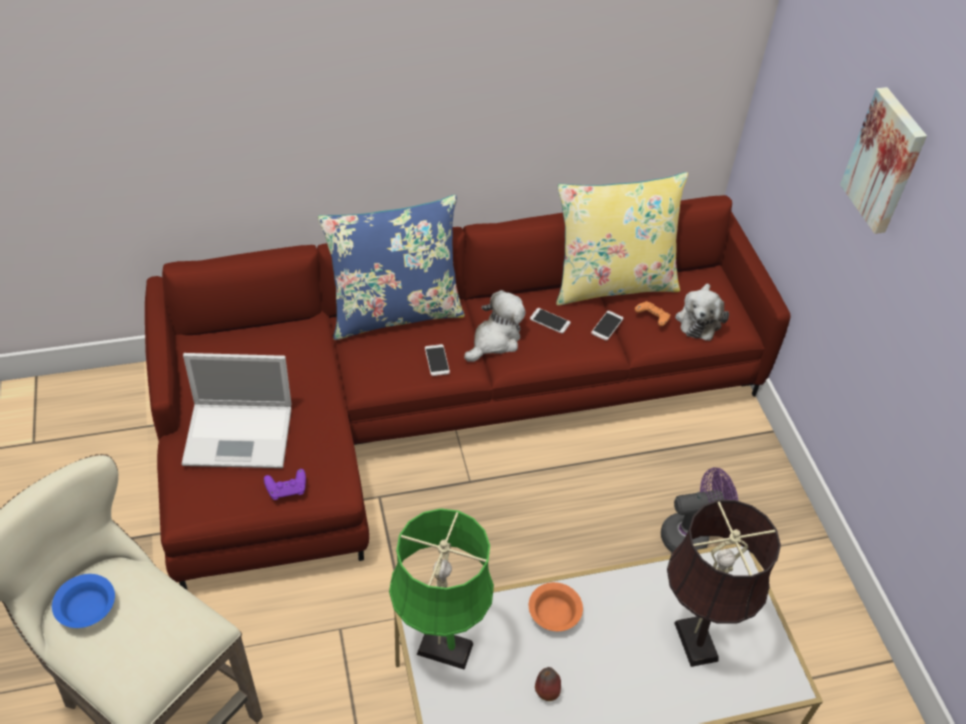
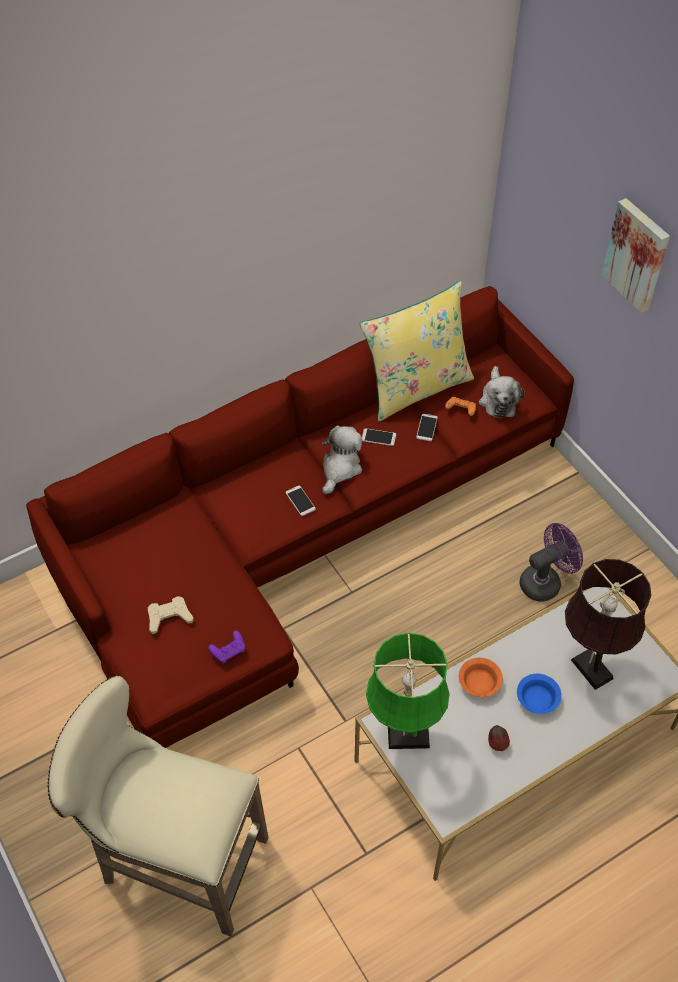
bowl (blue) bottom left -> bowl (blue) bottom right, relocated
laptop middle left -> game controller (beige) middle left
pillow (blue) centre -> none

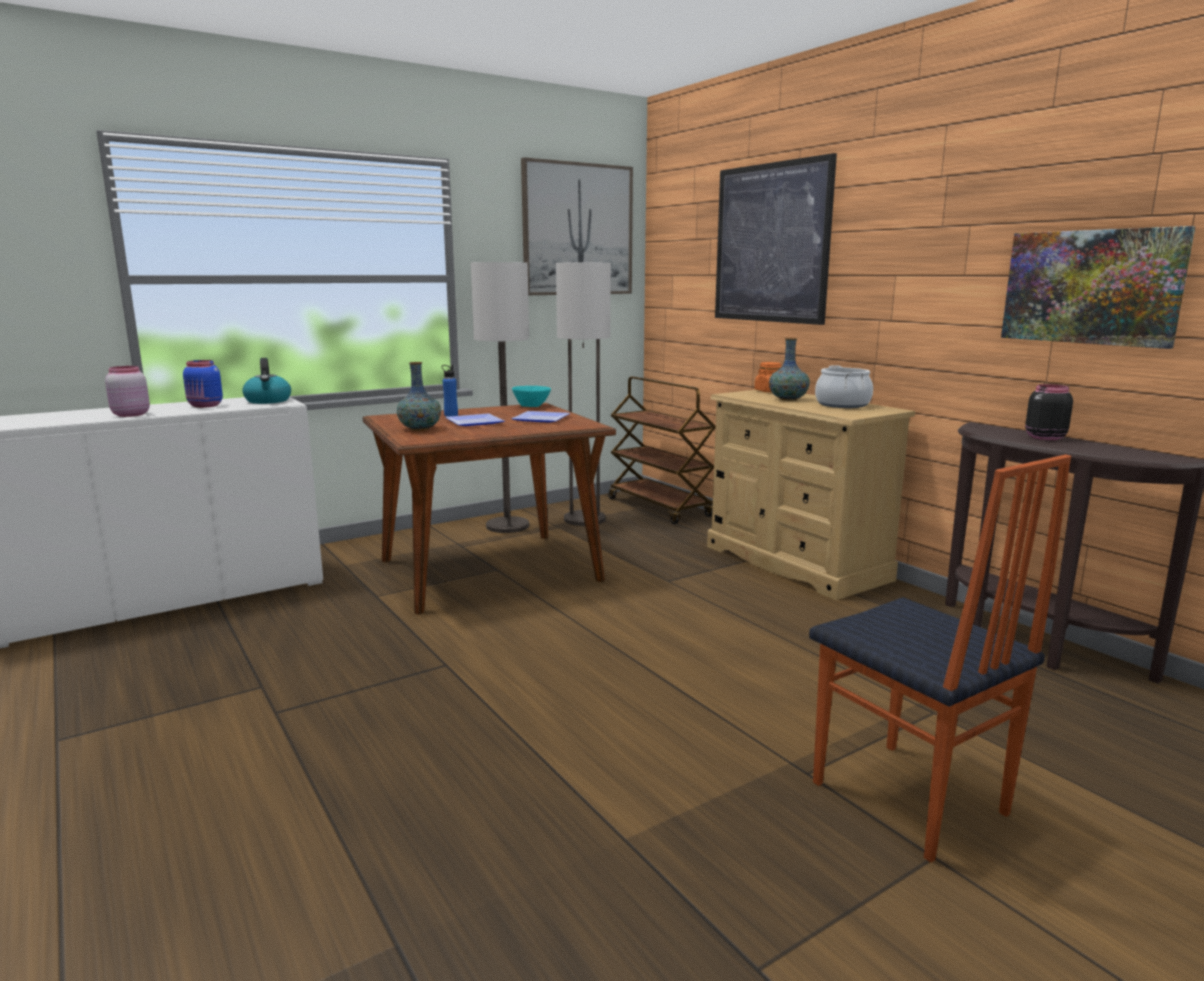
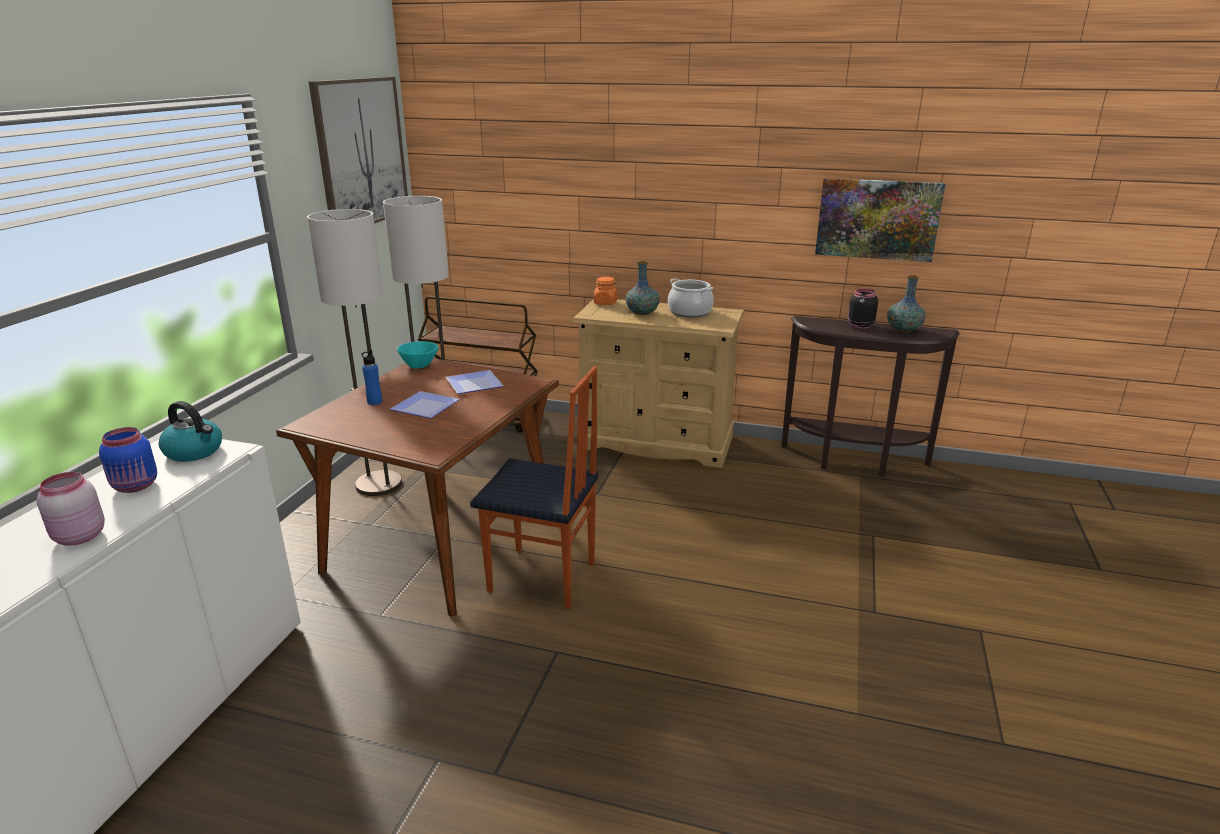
vase (no. 1 from left in the first image) centre -> vase (no. 2 from left) middle right, relocated
picture (no. 2 from left) top centre -> none
chair bottom right -> chair centre, relocated

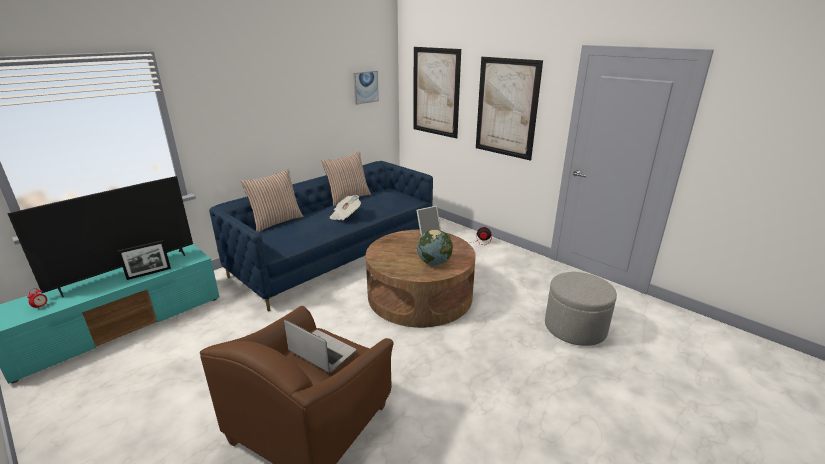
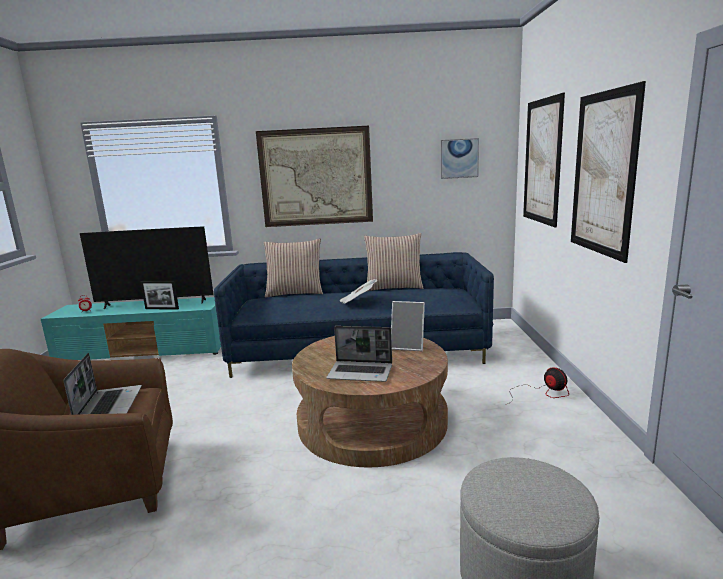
globe centre -> laptop (no. 2 from left) centre
none -> picture (no. 1 from left) top centre

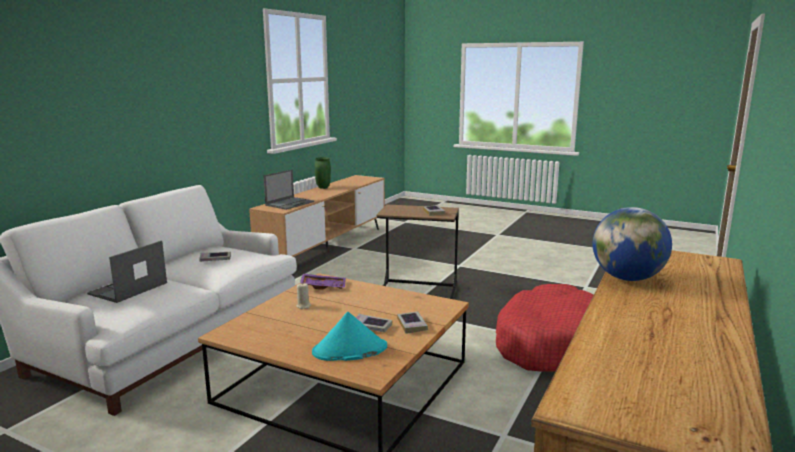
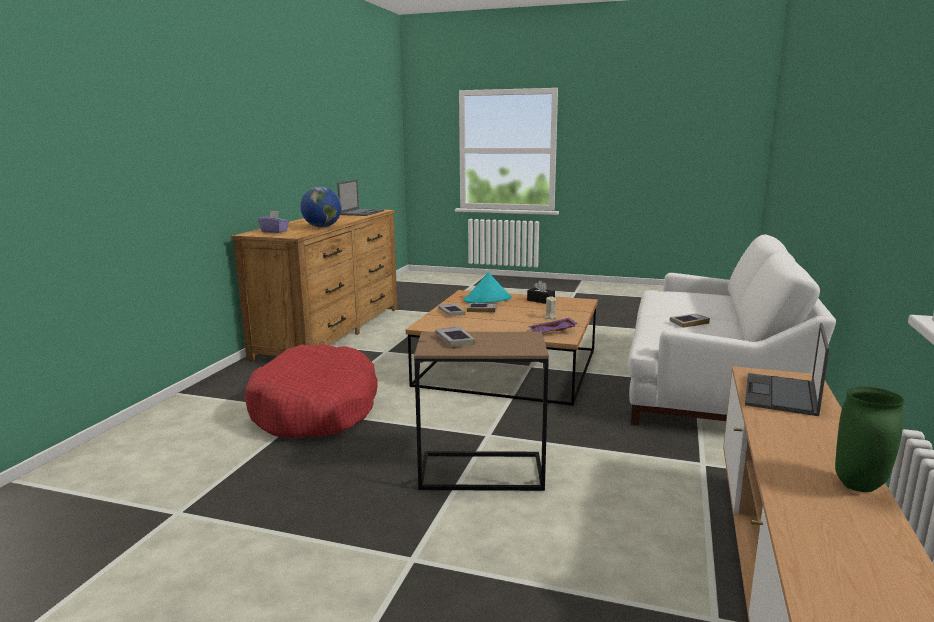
laptop (no. 1 from left) middle left -> laptop (no. 1 from left) top centre, relocated
none -> tissue box (purple) middle left
none -> tissue box (black) centre

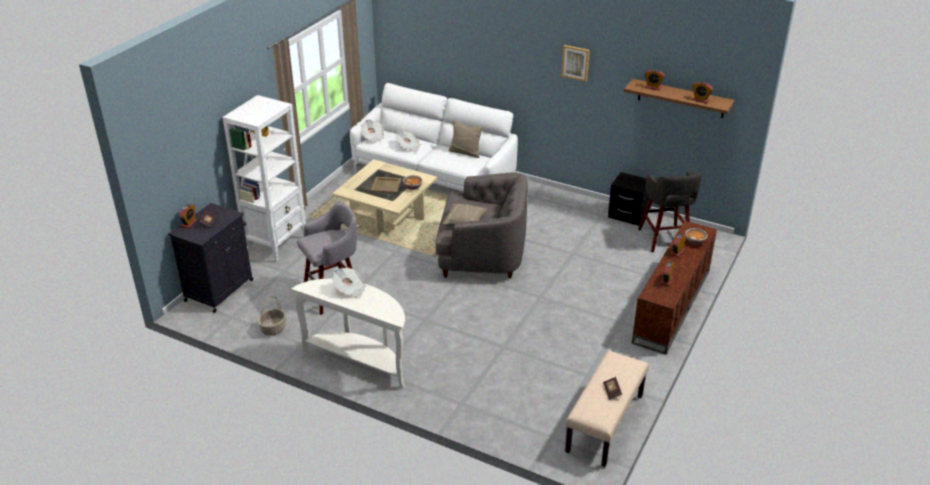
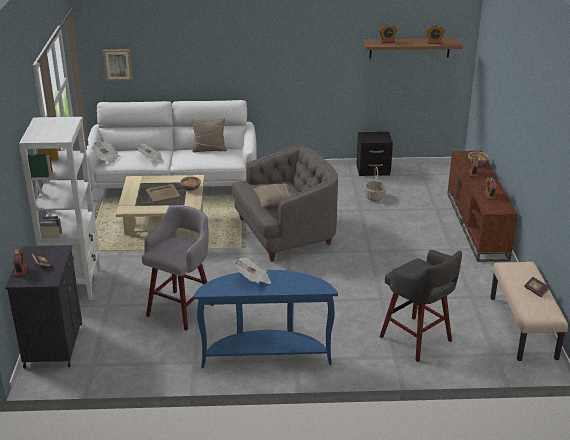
basket middle left -> basket centre, relocated
console table (white) bottom centre -> console table (blue) bottom centre
picture top centre -> picture top left, relocated
stool (grey) (no. 2 from left) middle right -> stool (grey) (no. 2 from left) bottom right, relocated

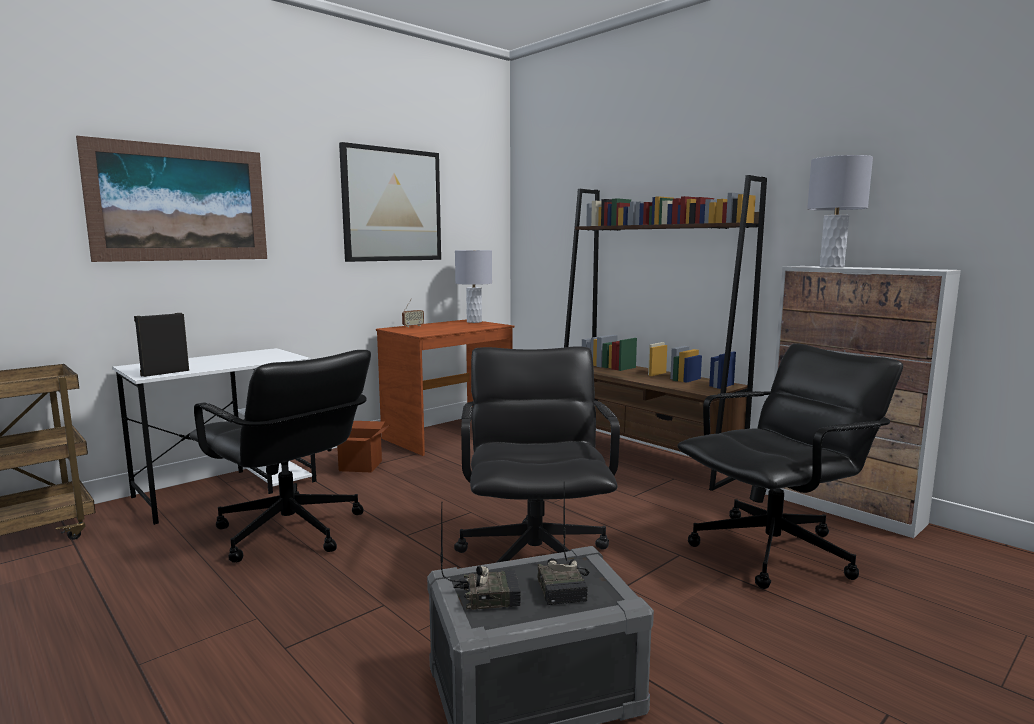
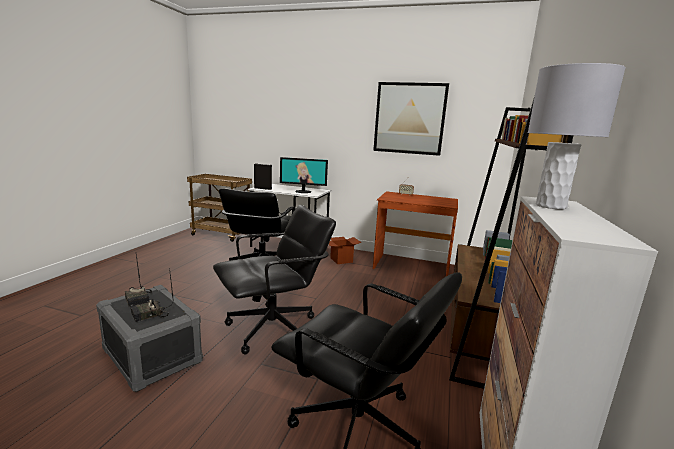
picture (no. 1 from left) top left -> none
table lamp (grey) (no. 1 from left) centre -> none
none -> monitor centre

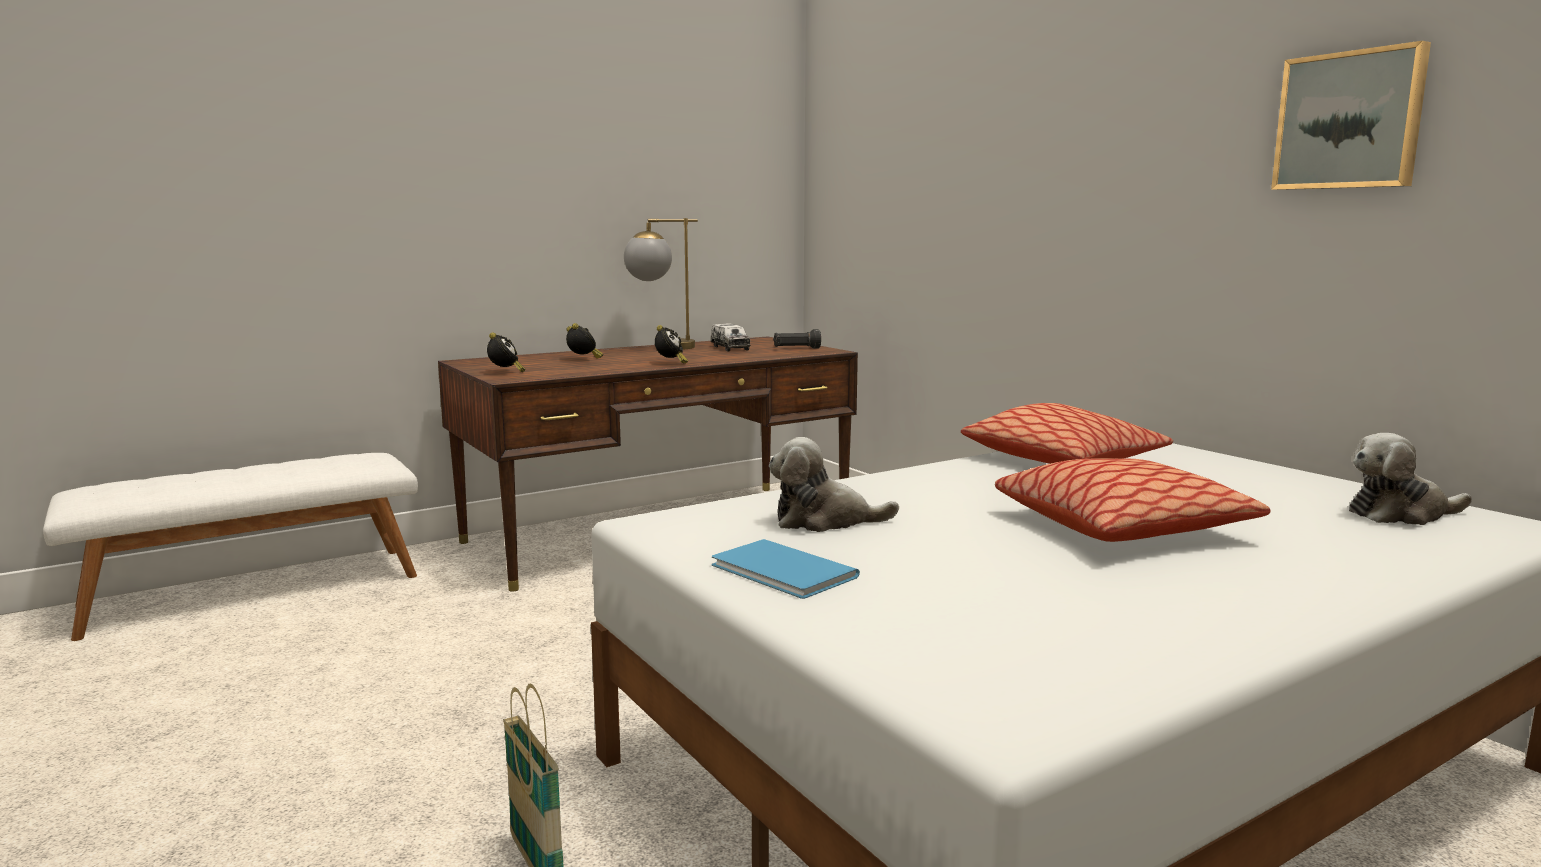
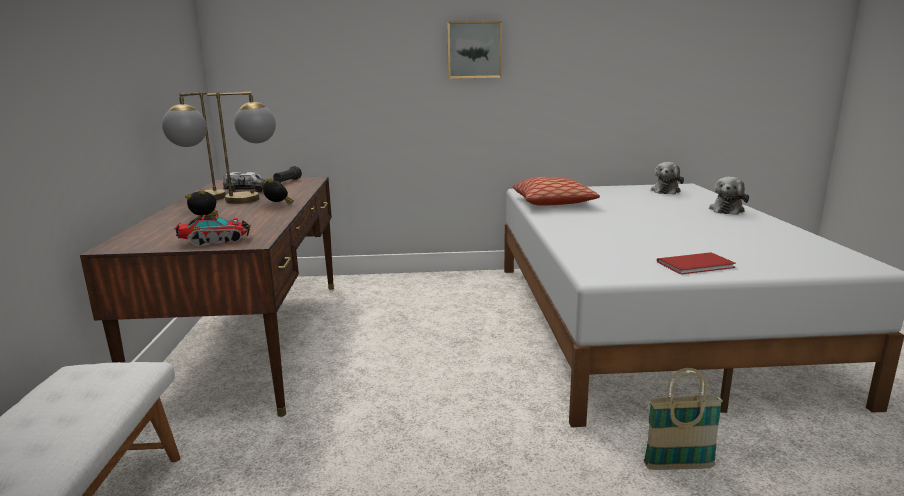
alarm clock (no. 1 from left) middle left -> toy truck (no. 1 from left) middle left
book (blue) centre -> book (red) middle right
plush toy (no. 1 from left in the first image) centre -> plush toy (no. 2 from left) middle right, relocated
pillow (no. 2 from left) middle right -> none
picture top right -> picture top centre, relocated
none -> table lamp (no. 2 from left) top left

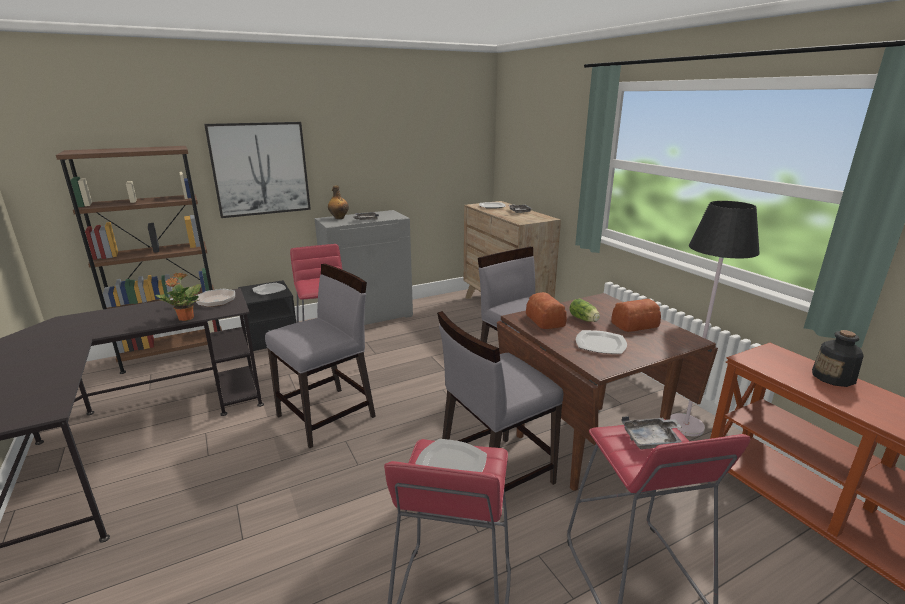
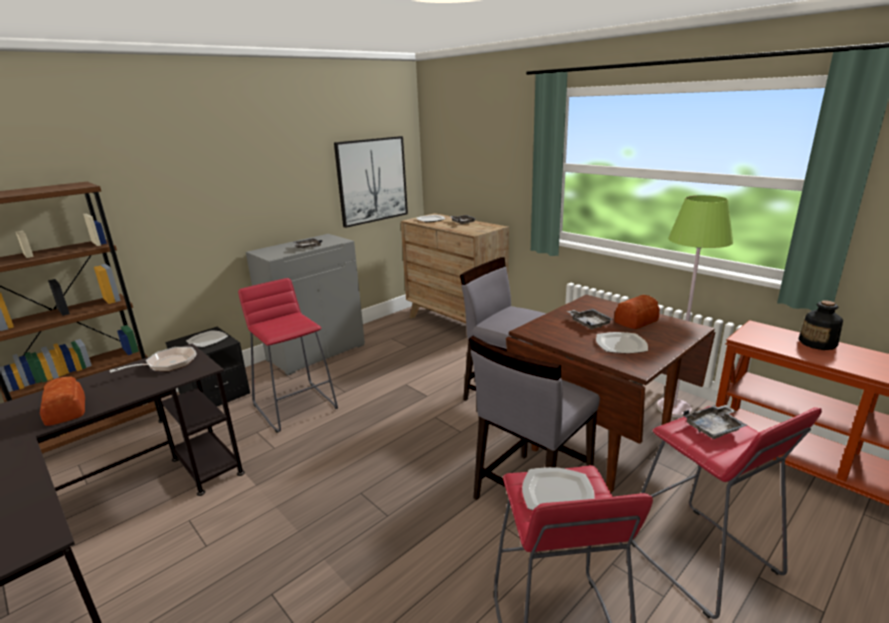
potted plant middle left -> none
picture top left -> picture top centre, relocated
chair (grey) (no. 1 from left) centre -> none
bottle (no. 1 from left) centre -> none
bread (no. 1 from left) centre -> bread (no. 1 from left) middle left, relocated
lettuce centre -> tray (grey) (no. 3 from left) centre
floor lamp (black) middle right -> floor lamp (green) middle right

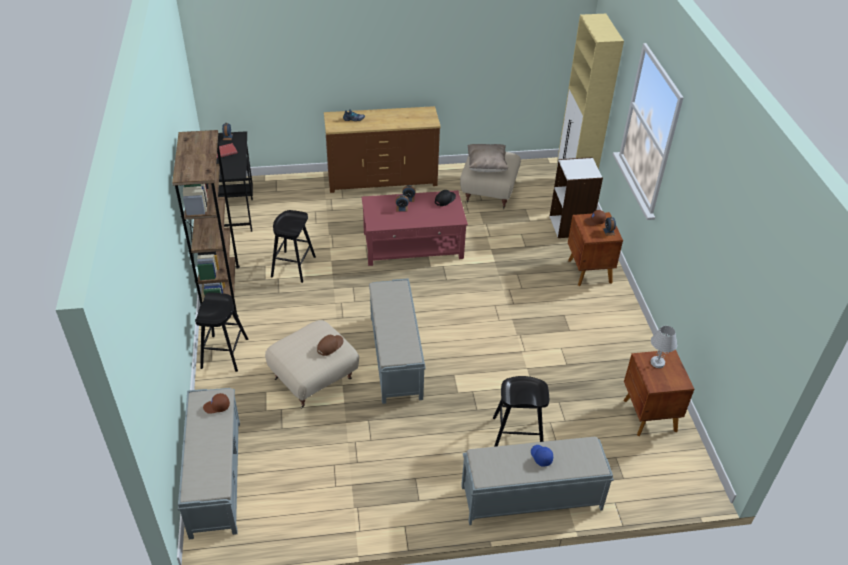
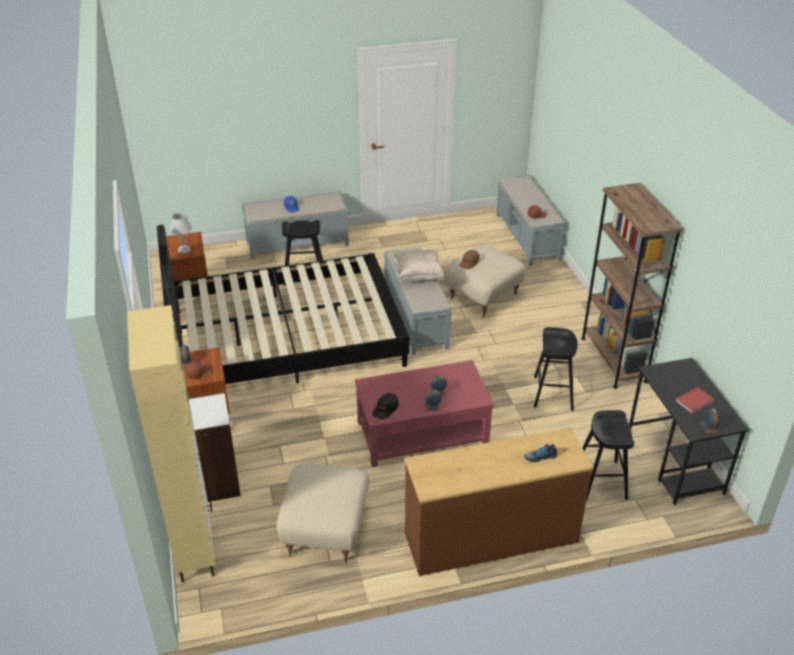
stool (black) (no. 1 from left in the first image) middle left -> stool (black) (no. 3 from left) bottom right, relocated
pillow (beige) top centre -> pillow (beige) centre, relocated
none -> bed (black) centre

